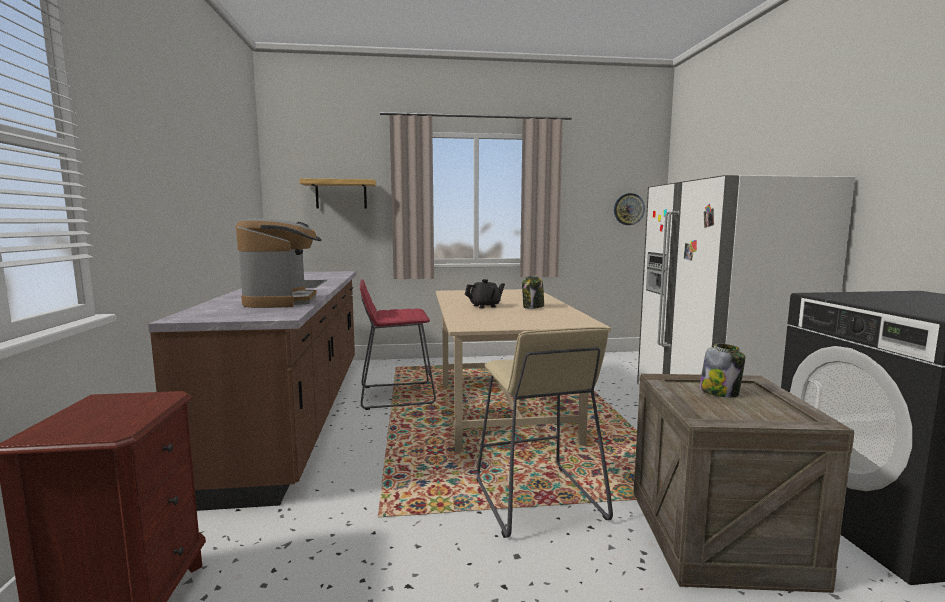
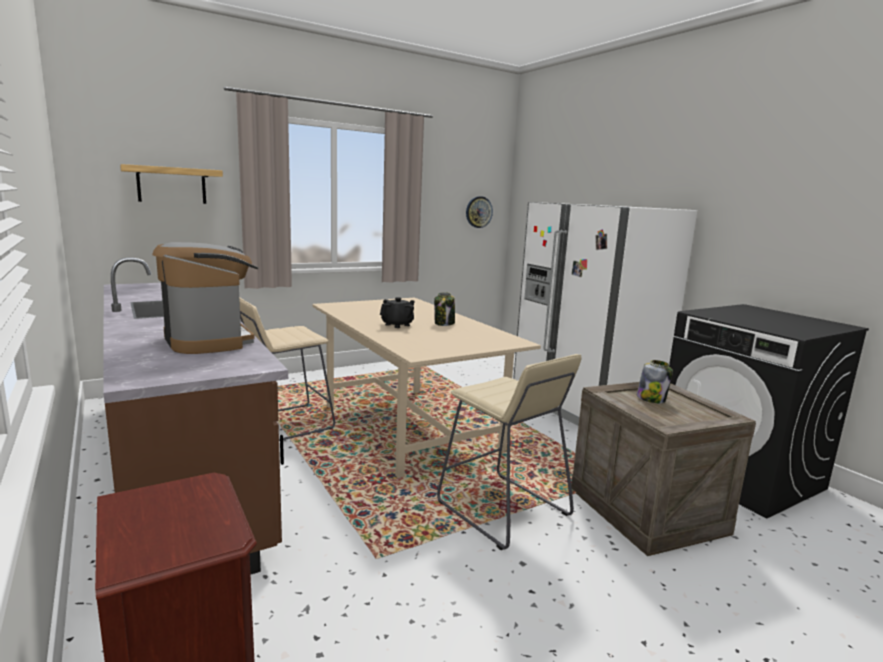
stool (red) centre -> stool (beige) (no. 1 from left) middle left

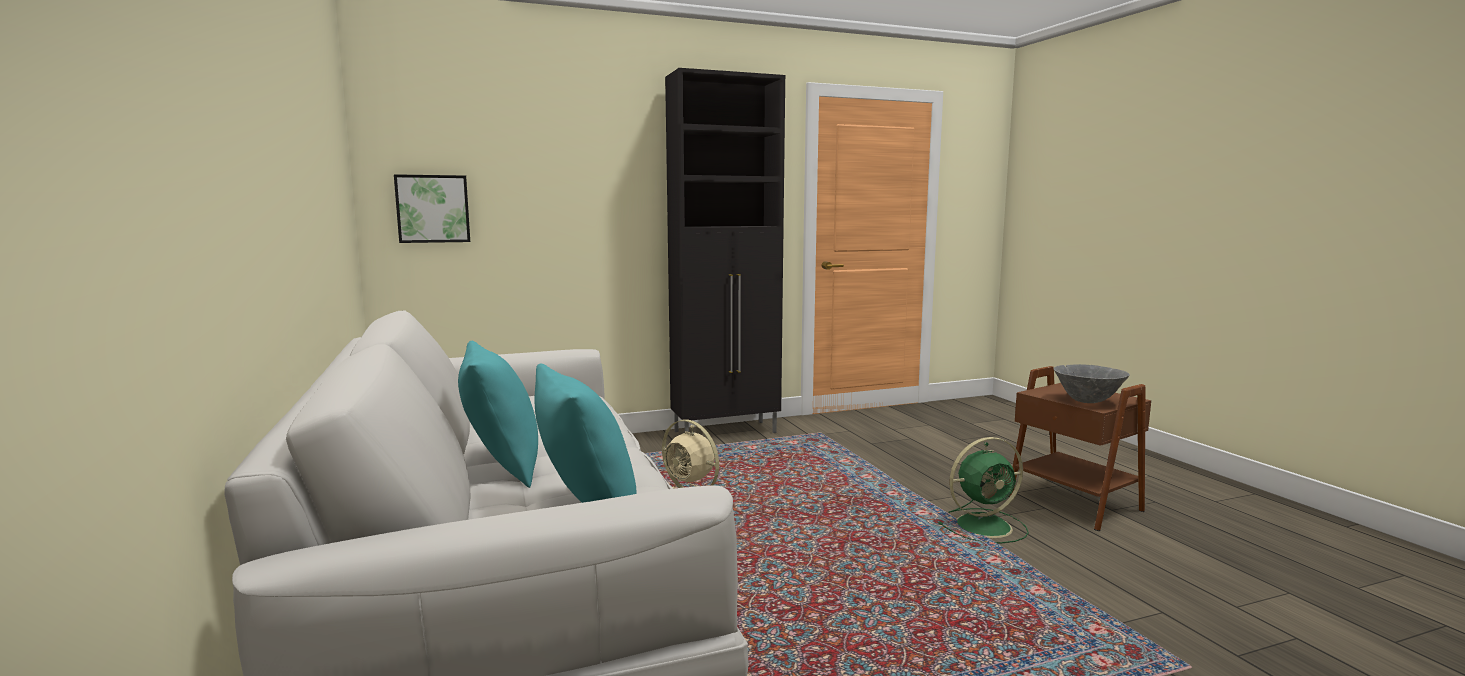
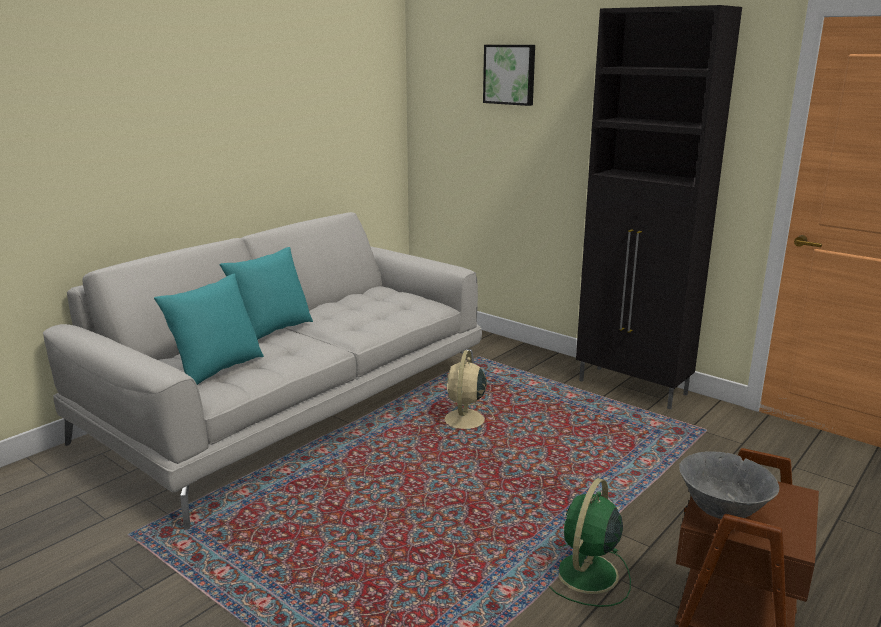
picture top left -> picture top centre, relocated
fan (green) bottom right, 75 degrees clockwise

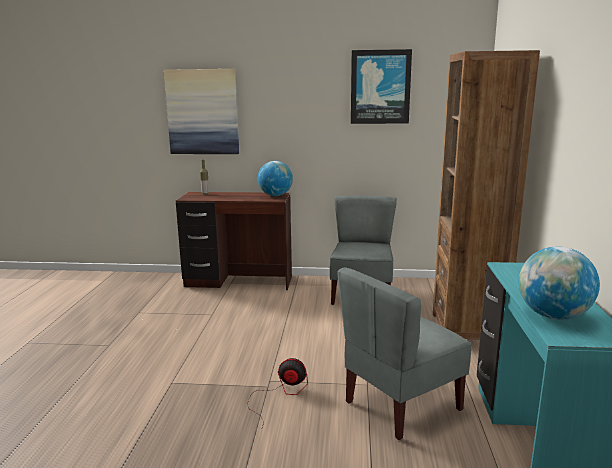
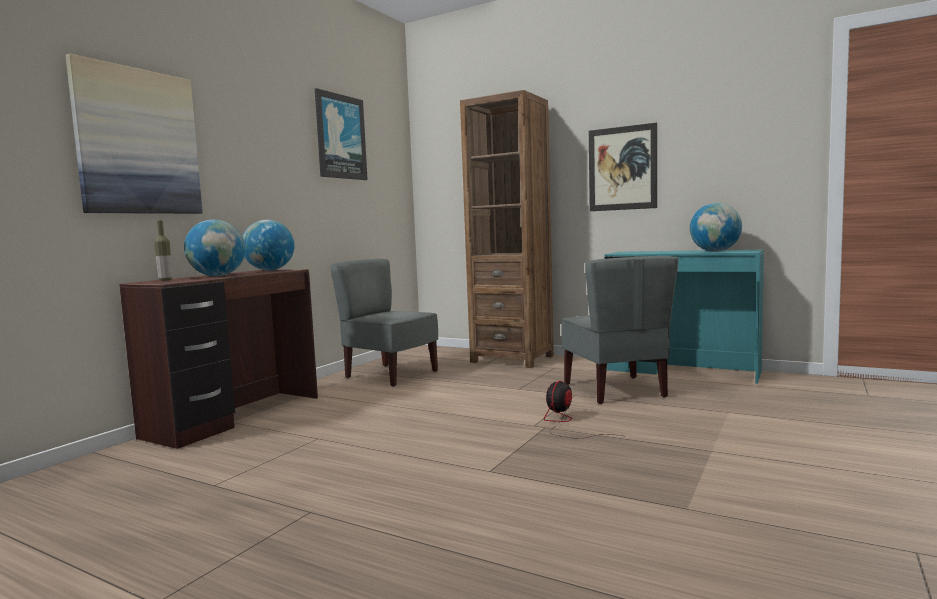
none -> globe (no. 1 from left) middle left
none -> picture (no. 3 from left) top centre

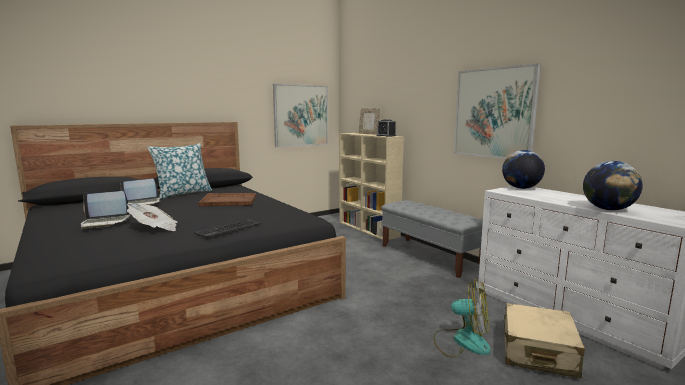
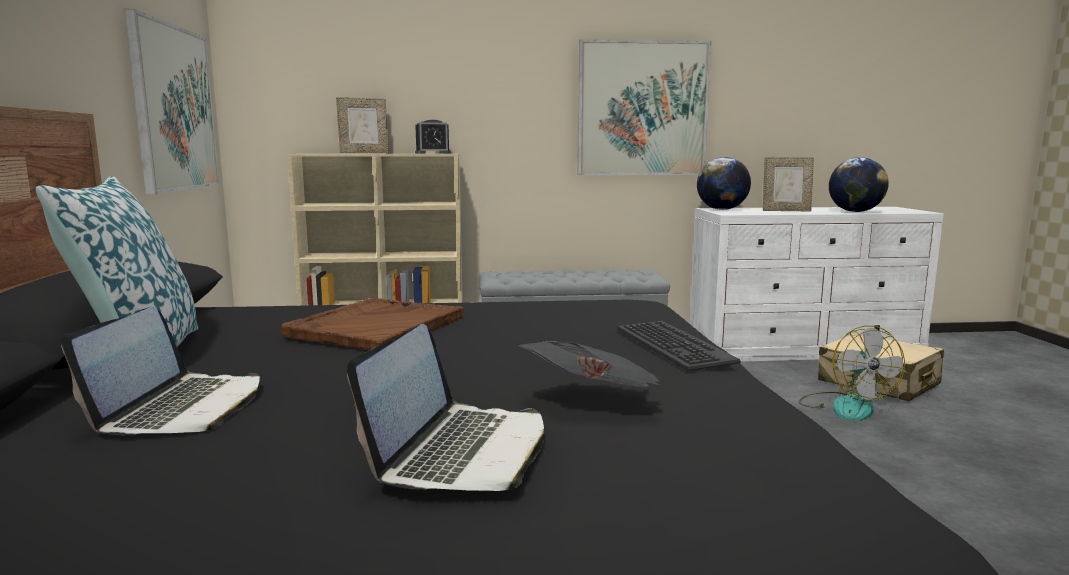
fan bottom right -> fan middle right, 120 degrees clockwise
none -> picture frame (no. 2 from left) top right

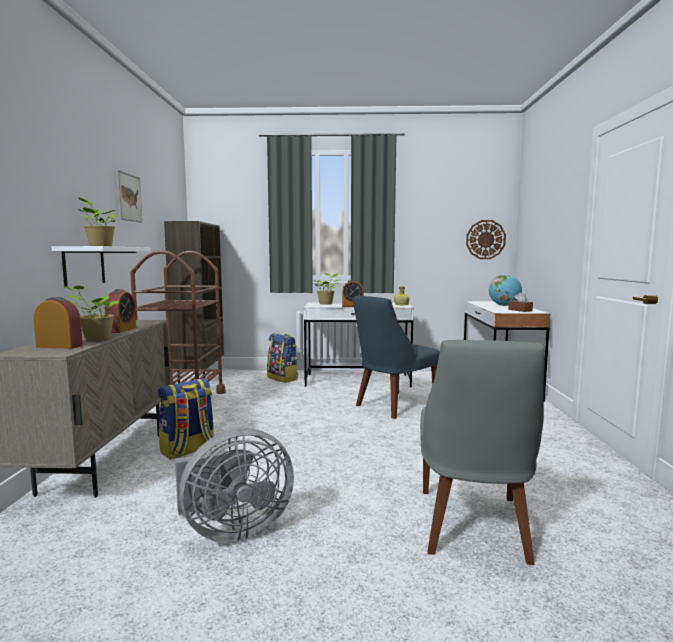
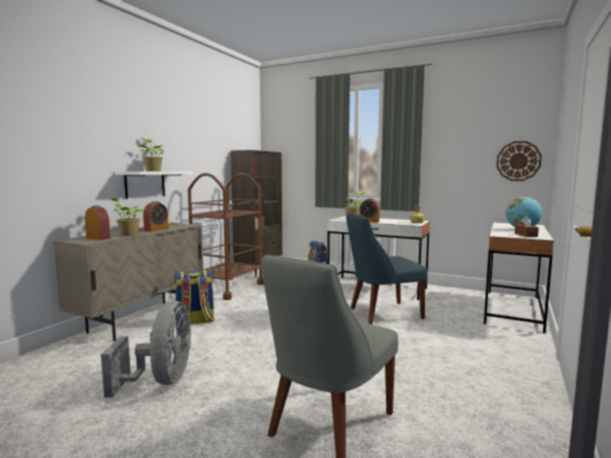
picture top left -> none
fan (grey) bottom centre -> fan (grey) bottom left, 90 degrees counterclockwise

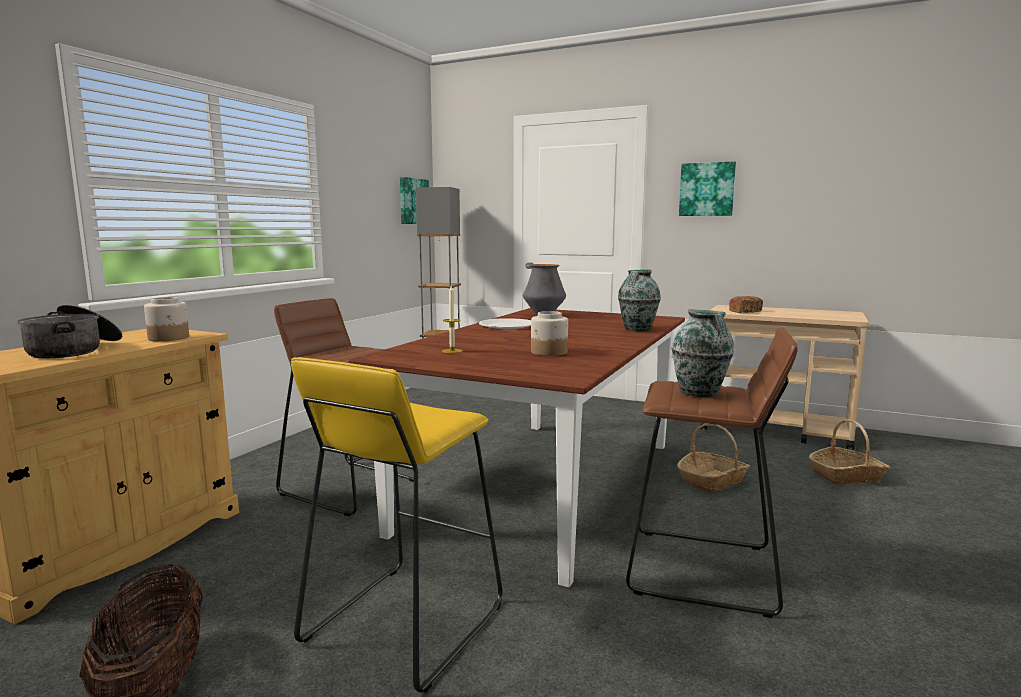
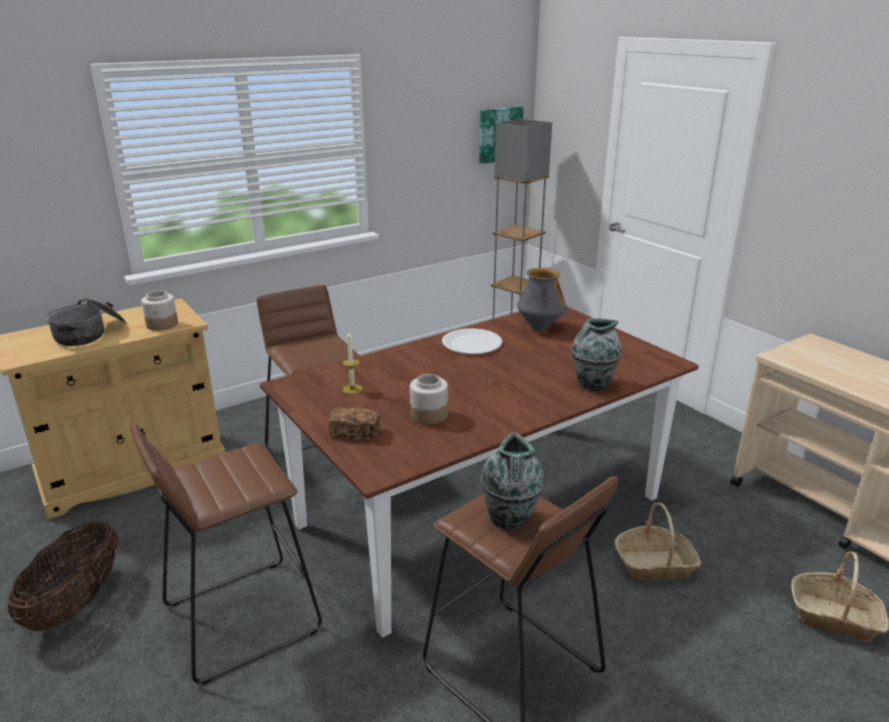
stool (yellow) bottom centre -> stool (brown) (no. 1 from left) bottom left
picture (no. 2 from left) top right -> none
bread middle right -> bread centre, relocated

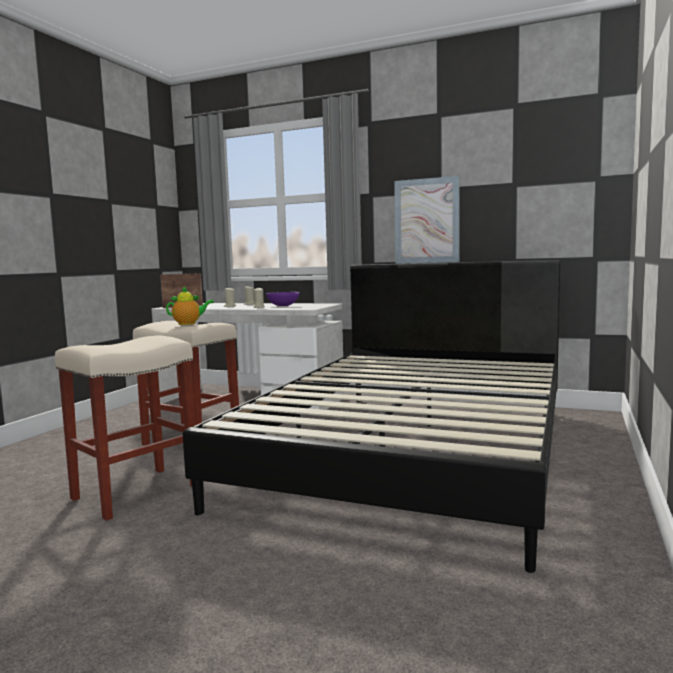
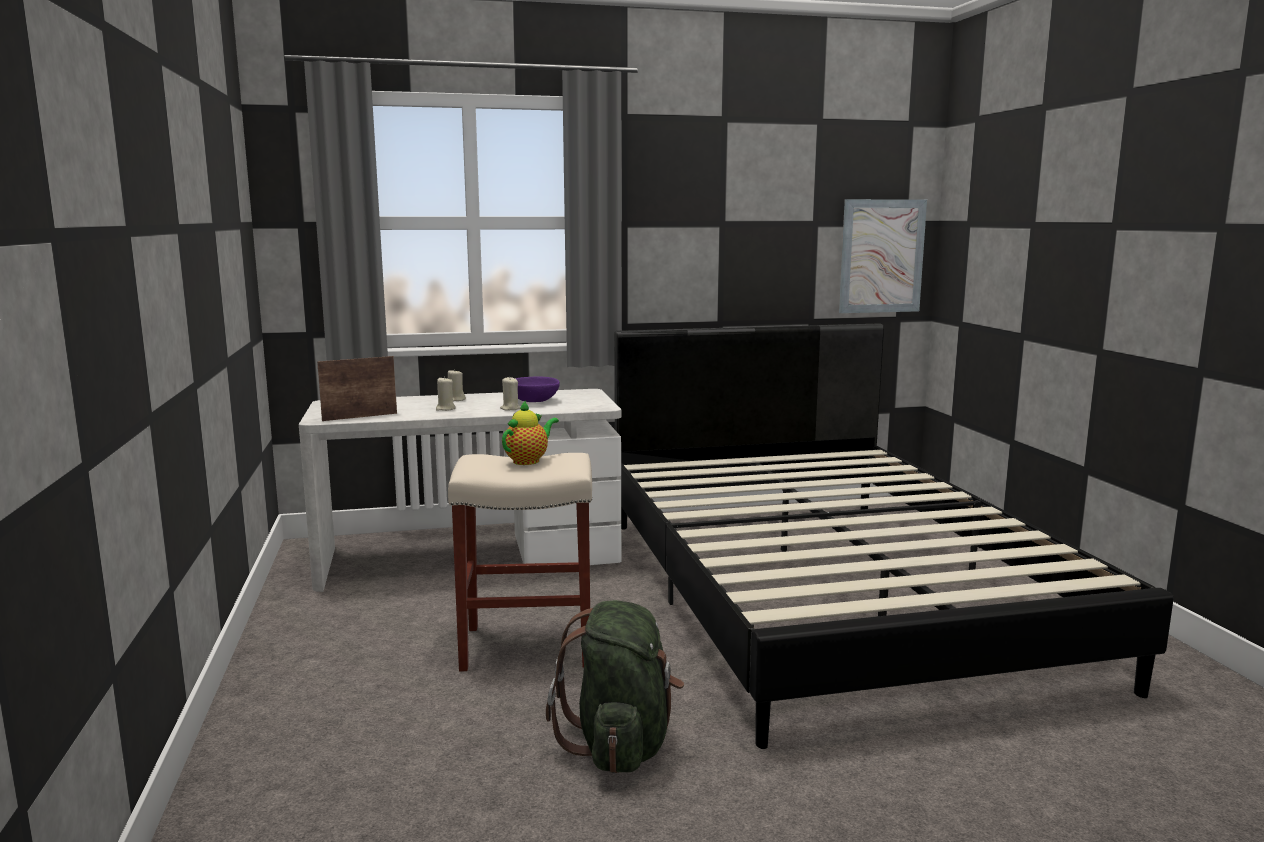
stool (beige) (no. 1 from left) middle left -> backpack (green) bottom centre
picture top centre -> picture top right, relocated

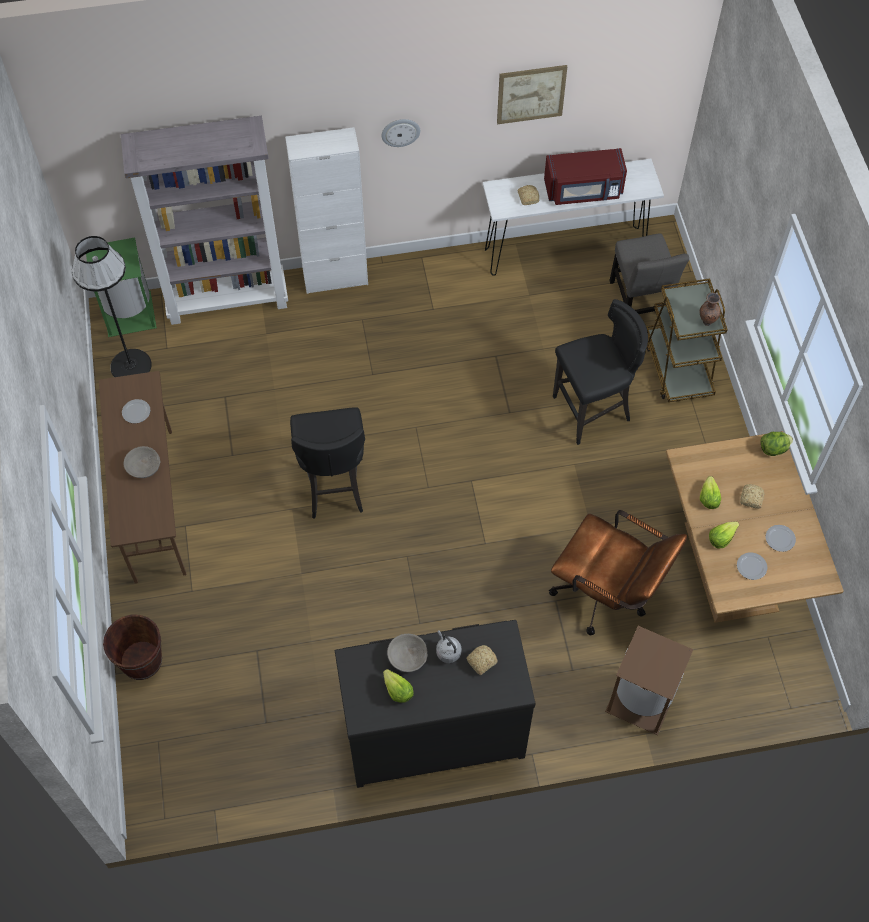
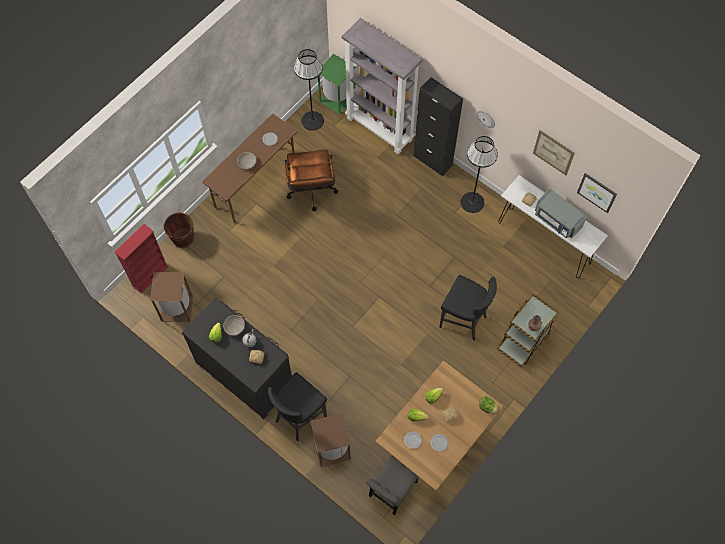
cabinet (white) top centre -> cabinet (black) top centre
stool (black) (no. 1 from left) centre -> stool (black) (no. 1 from left) bottom centre, relocated
microwave (red) top right -> microwave (grey) middle right
office chair (brown) middle right -> office chair (brown) top centre, relocated
chair (grey) top right -> chair (grey) bottom centre, relocated
none -> bookcase (red) middle left
none -> trash can (brown) (no. 1 from left) middle left
none -> floor lamp (black) (no. 2 from left) top centre
none -> picture (no. 2 from left) middle right

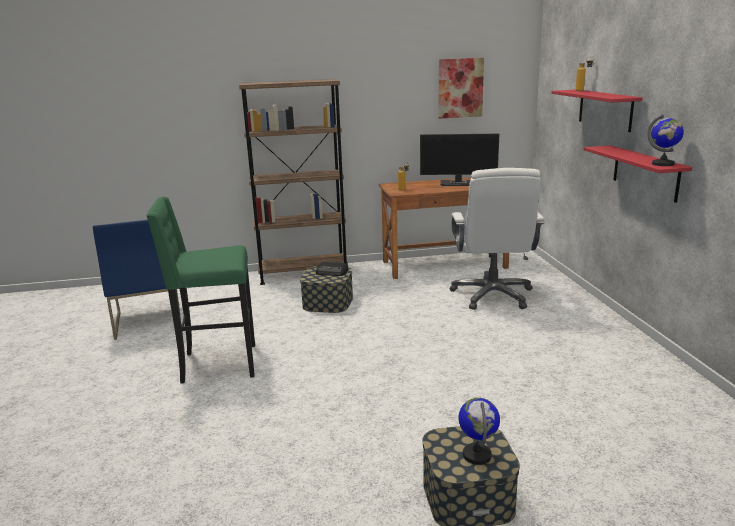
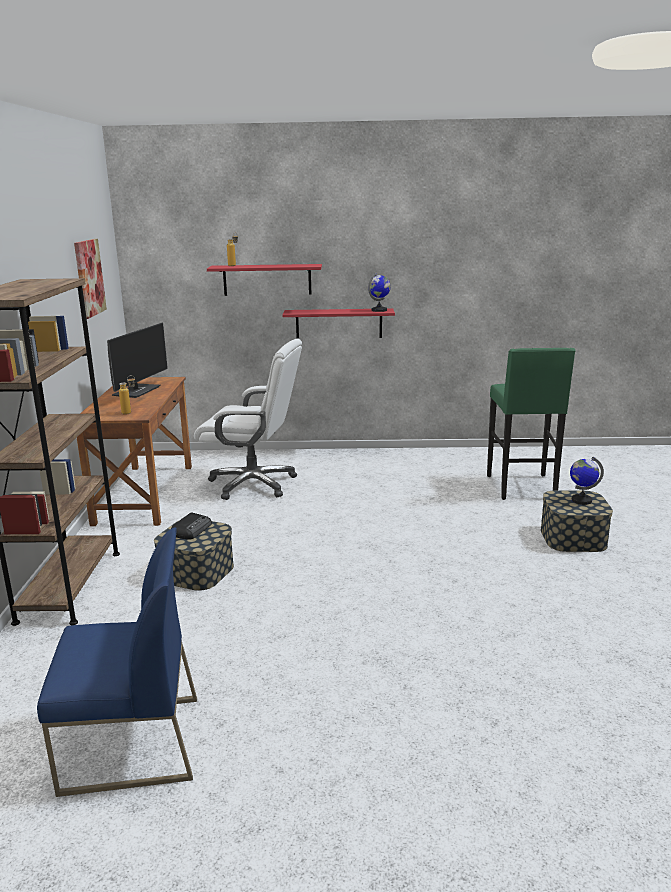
stool (green) middle left -> stool (green) middle right, relocated

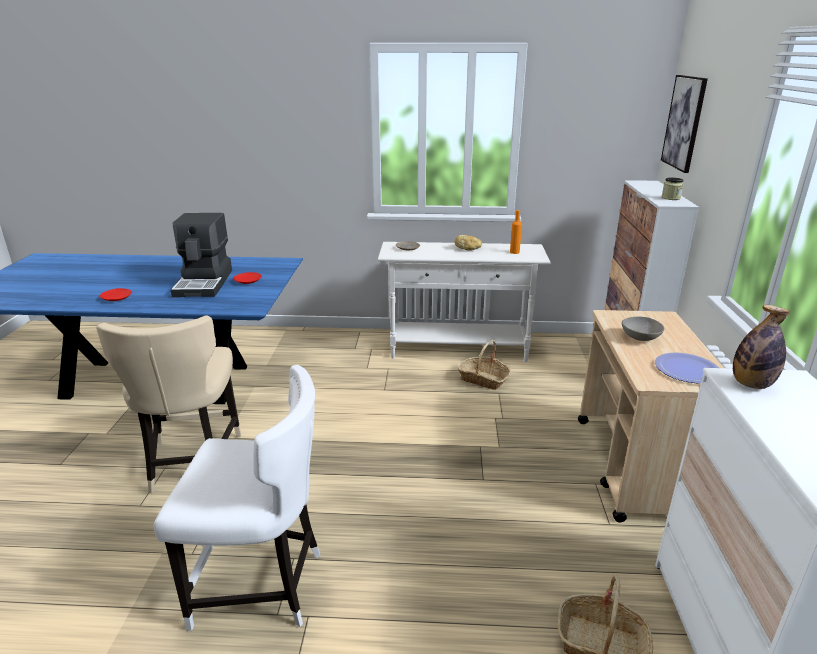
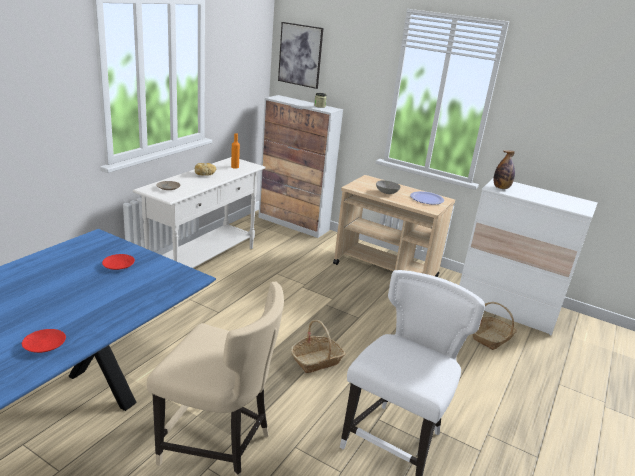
coffee machine middle left -> none
basket (no. 1 from left) centre -> basket (no. 1 from left) bottom centre, relocated

